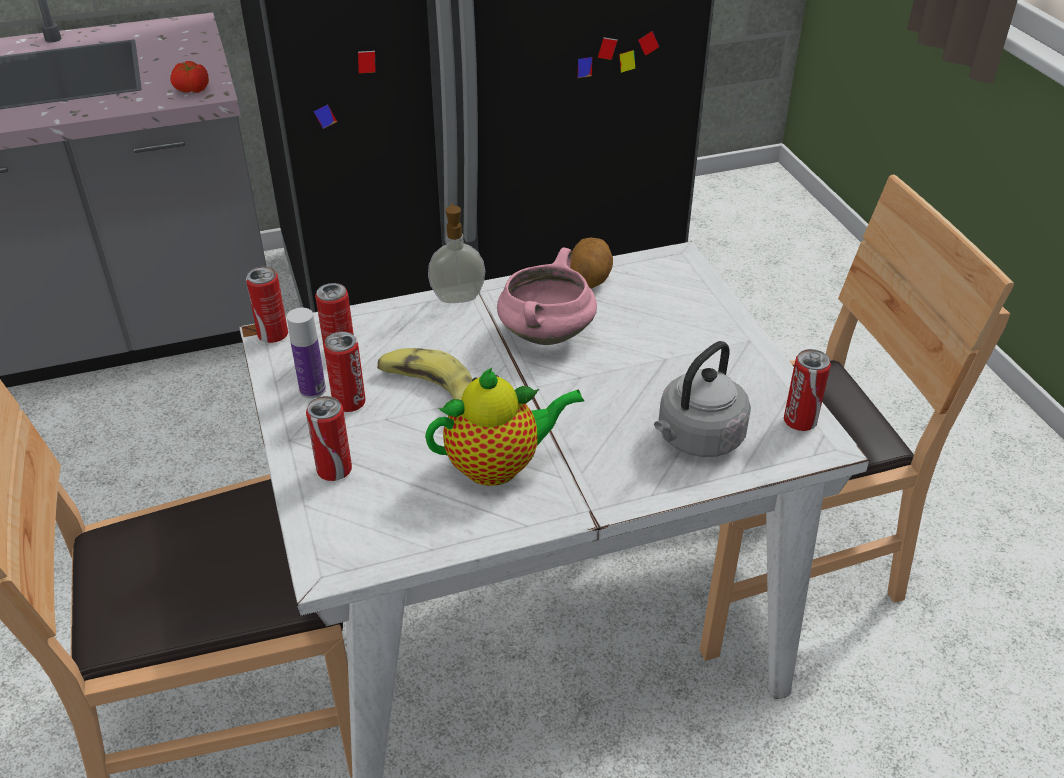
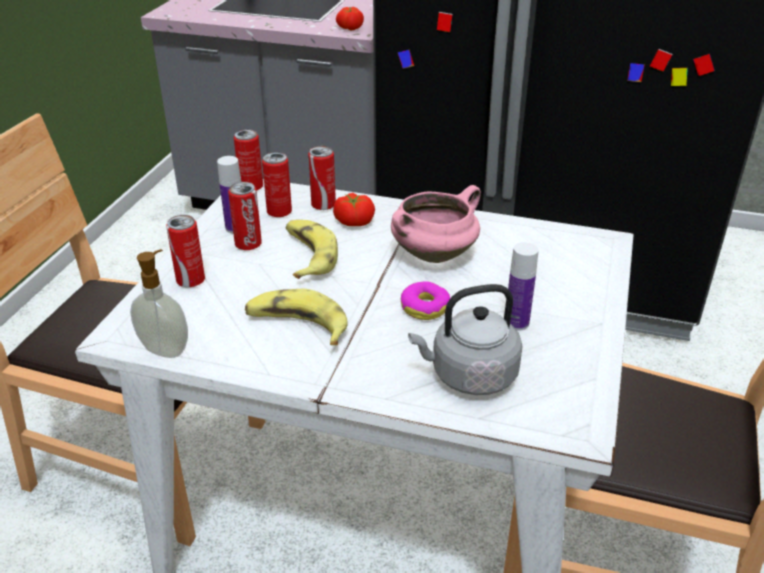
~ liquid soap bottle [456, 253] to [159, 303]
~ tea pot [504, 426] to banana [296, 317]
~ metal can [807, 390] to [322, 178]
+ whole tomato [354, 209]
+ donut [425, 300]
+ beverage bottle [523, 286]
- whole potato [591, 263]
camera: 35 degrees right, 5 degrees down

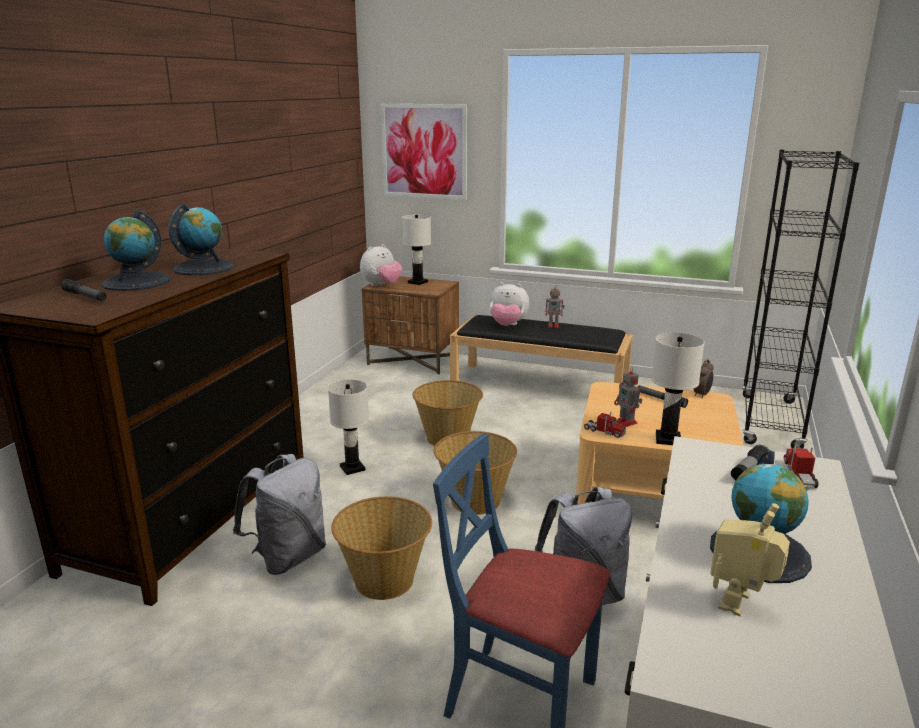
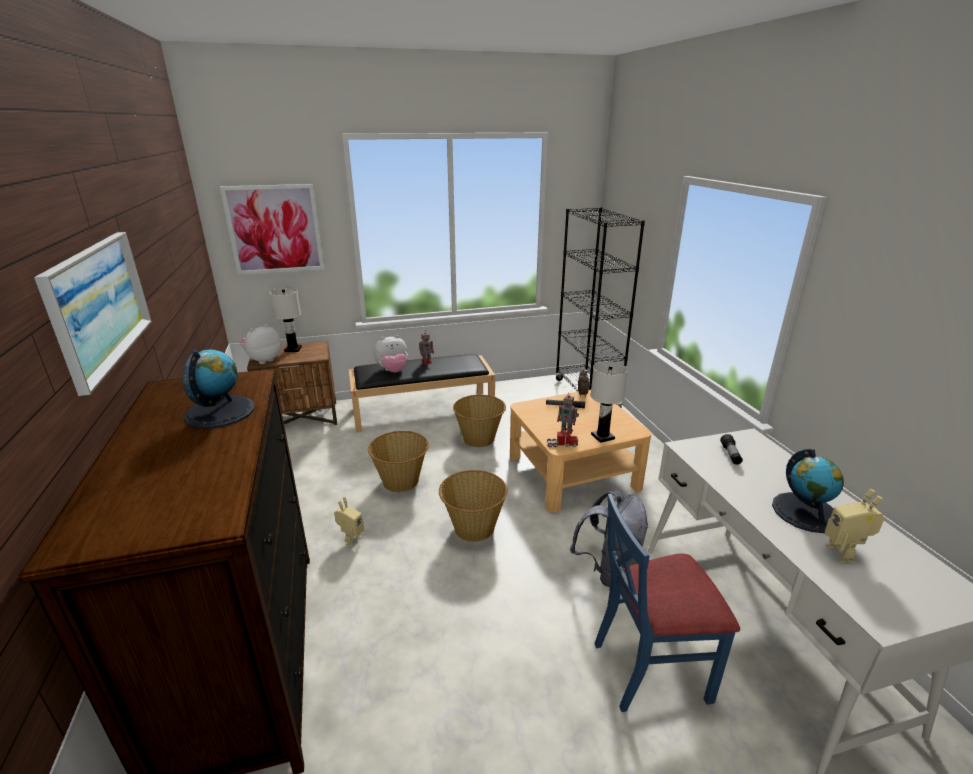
+ wall picture [93, 314]
~ cuddly toy [381, 265] = [260, 344] 150 degrees counterclockwise
~ white-coloured table lamp [348, 427] to model robot [349, 522]
~ basket [381, 548] to [479, 421]
- hand torch [84, 290]
- globe [135, 250]
- grey rucksack [279, 514]
- toy lorry [801, 467]
camera: 35 degrees left, 5 degrees up

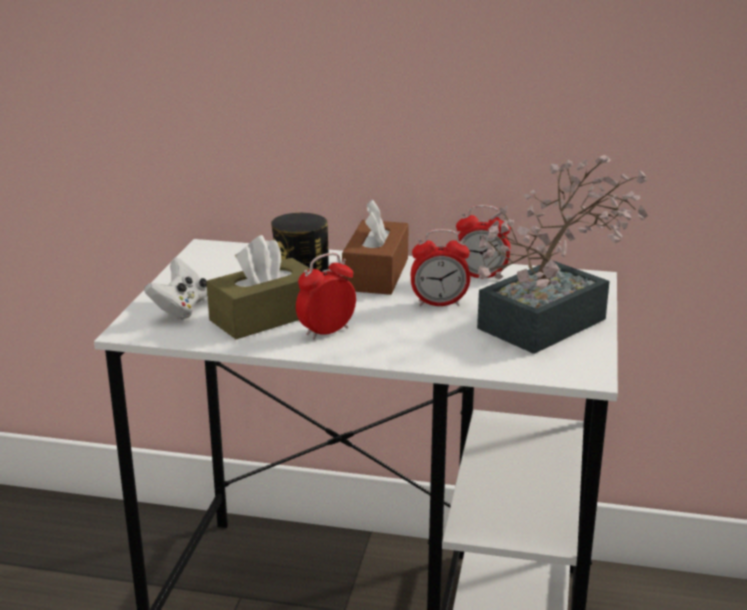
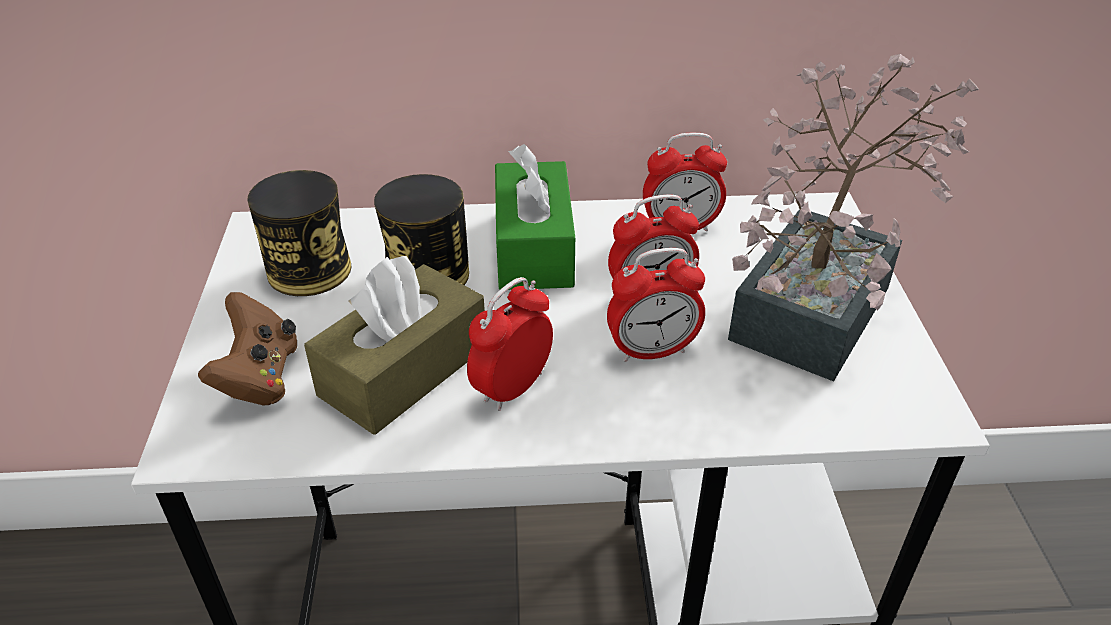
~ white-coloured gamepad [175, 289] to brownish gamepad [247, 348]
+ metal can [299, 233]
~ brownish tissue box [375, 247] to green-coloured tissue box [535, 217]
+ bedside clock [656, 305]
camera: 15 degrees left, 15 degrees up

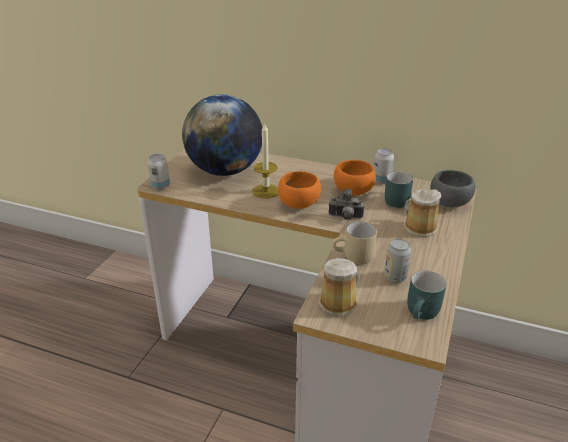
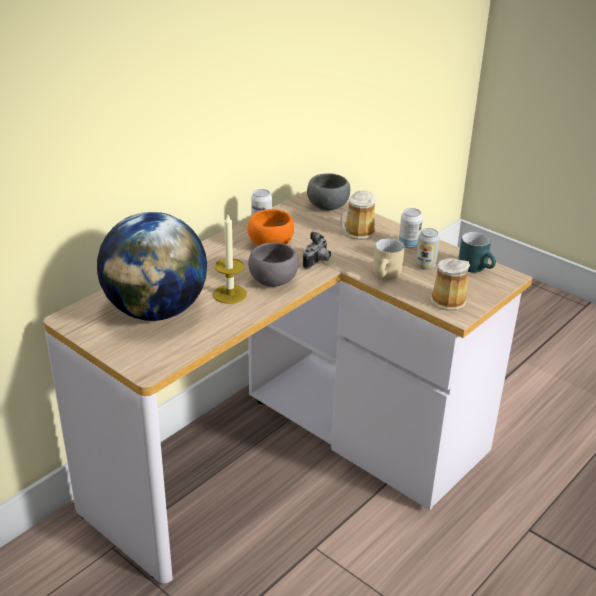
~ orange-coloured bowl [299, 190] to grey bowl [273, 264]
~ metal can [159, 172] to [411, 228]
- turquoise-coloured tea mug [399, 190]
camera: 70 degrees left, 0 degrees up

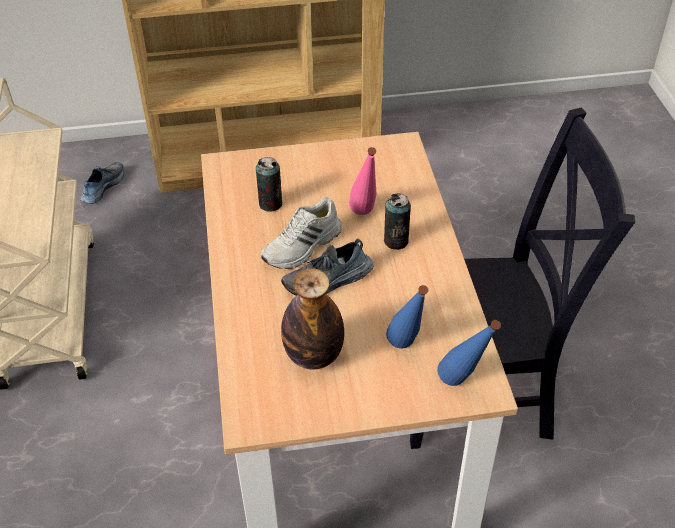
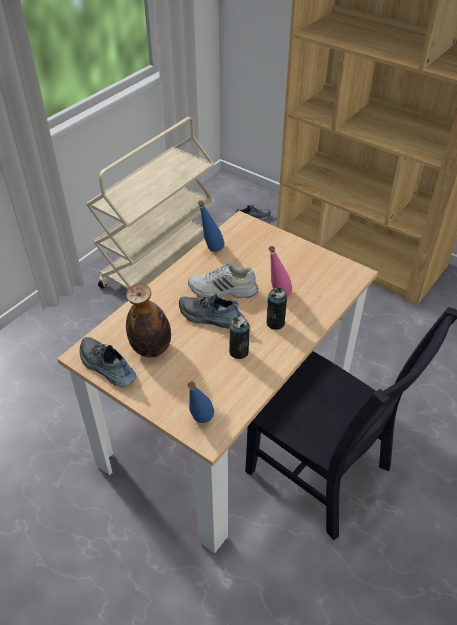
+ item of footwear [108, 362]
~ blue beverage bottle [407, 317] to [211, 226]
~ metal can [269, 184] to [239, 337]
camera: 45 degrees right, 0 degrees up

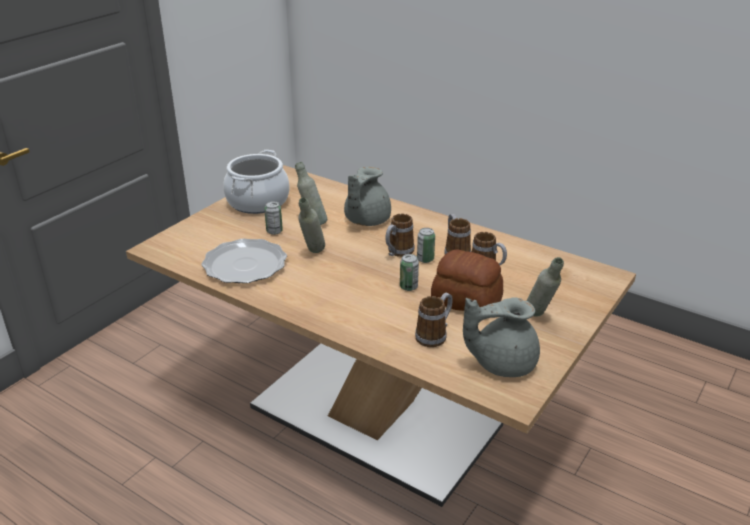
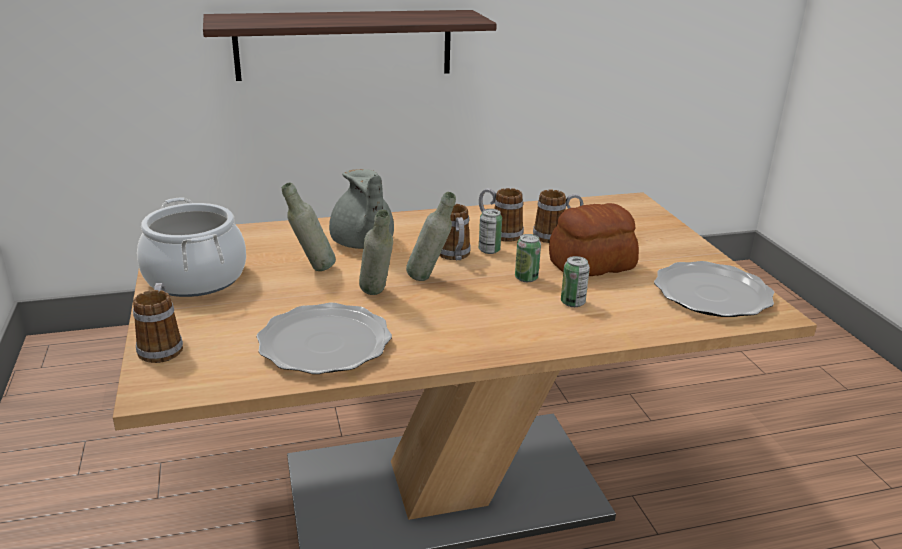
~ tea mug [434, 320] to [158, 323]
+ shelf [350, 45]
~ grey beverage bottle [545, 287] to [431, 236]
~ metal can [273, 218] to [575, 281]
~ grey tea pot [501, 337] to plate [714, 289]
camera: 50 degrees left, 5 degrees down

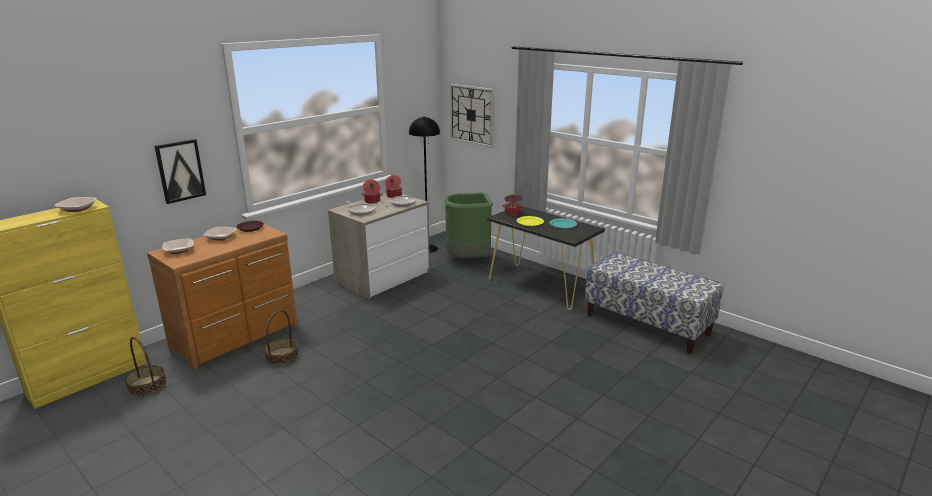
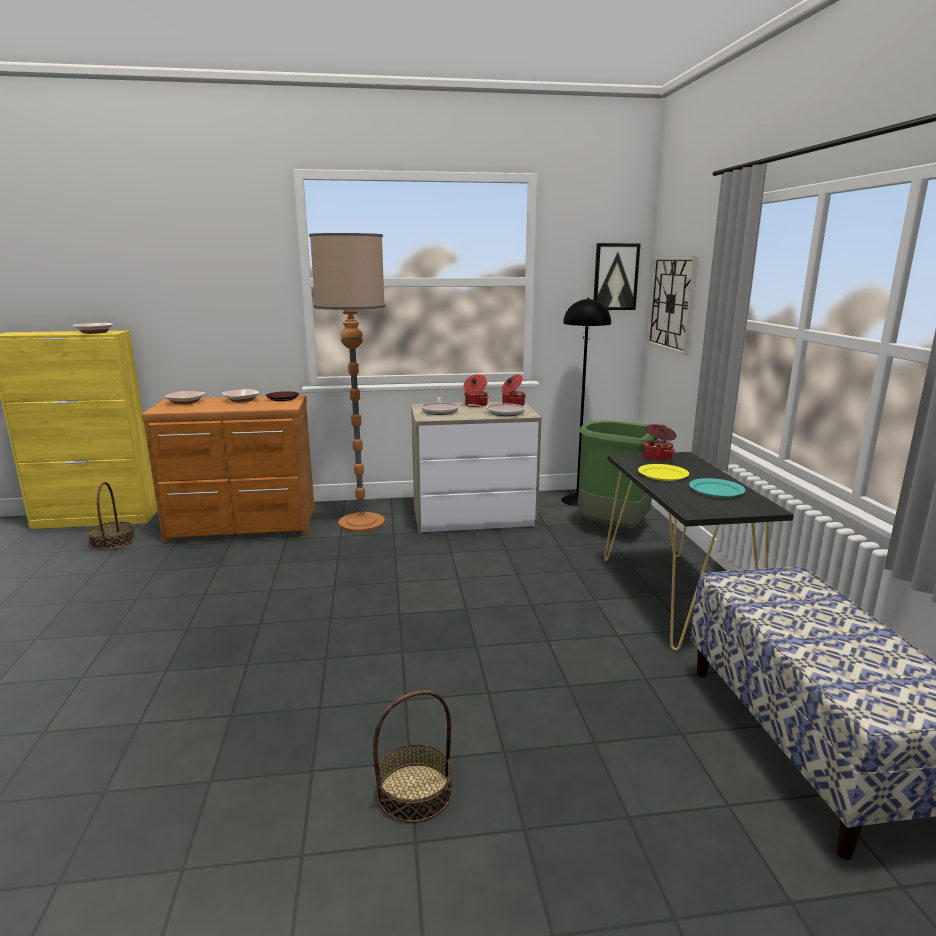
+ standing lamp [347, 382]
~ basket [281, 337] to [413, 756]
~ wall picture [180, 171] to [617, 276]
camera: 40 degrees right, 5 degrees down

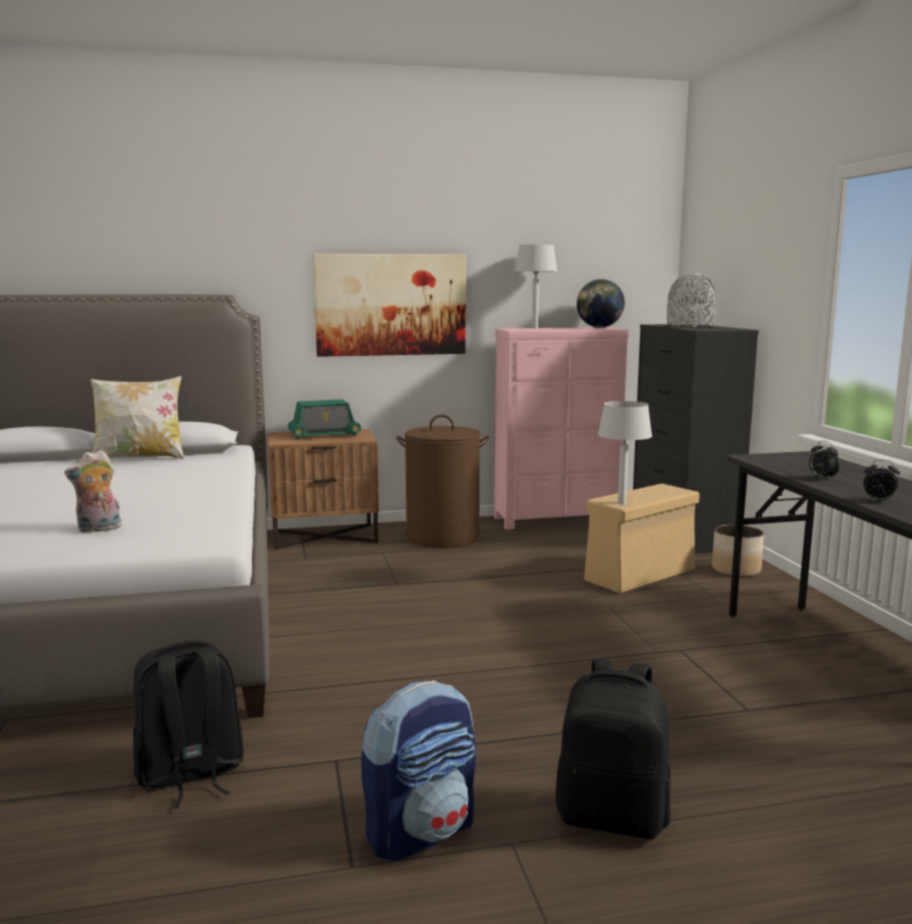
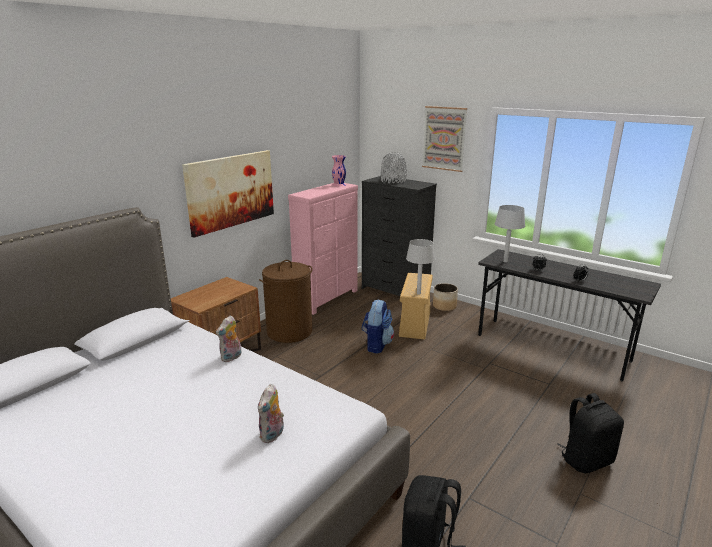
+ cuddly toy [229, 339]
~ globe [601, 303] to pinkish decorative vase [339, 170]
~ rucksack [418, 770] to [378, 327]
+ wall picture [444, 139]
~ grey table lamp [536, 287] to [510, 233]
- cushion [137, 417]
- radio receiver [324, 419]
camera: 40 degrees left, 10 degrees up

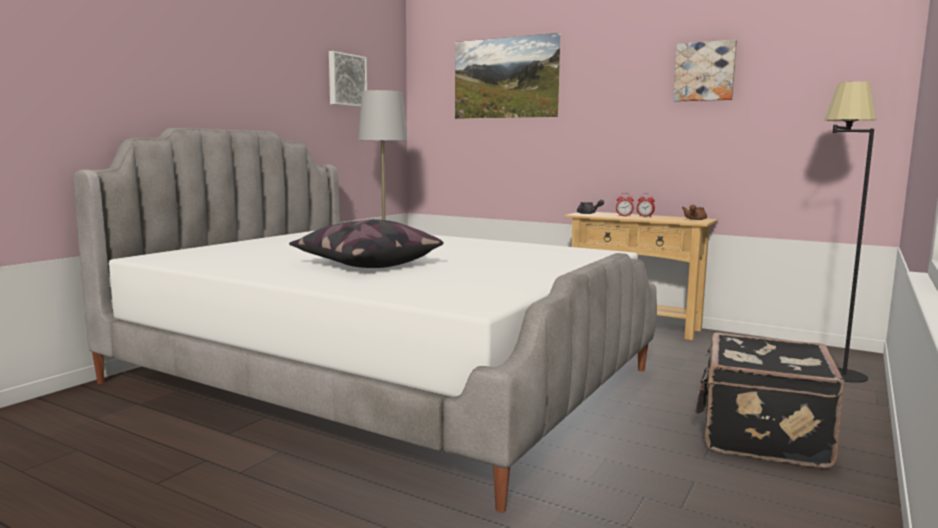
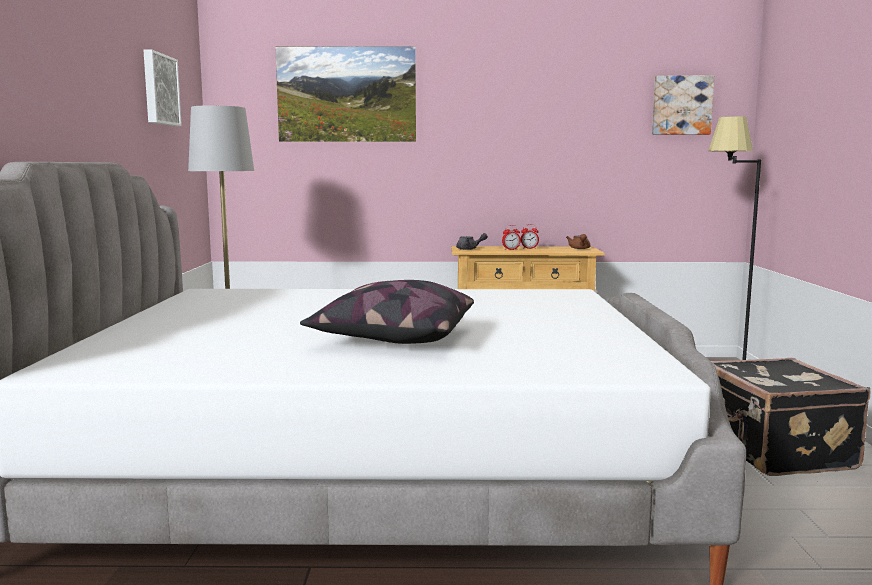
~ wall picture [705, 71] to [683, 105]
camera: 30 degrees left, 0 degrees up

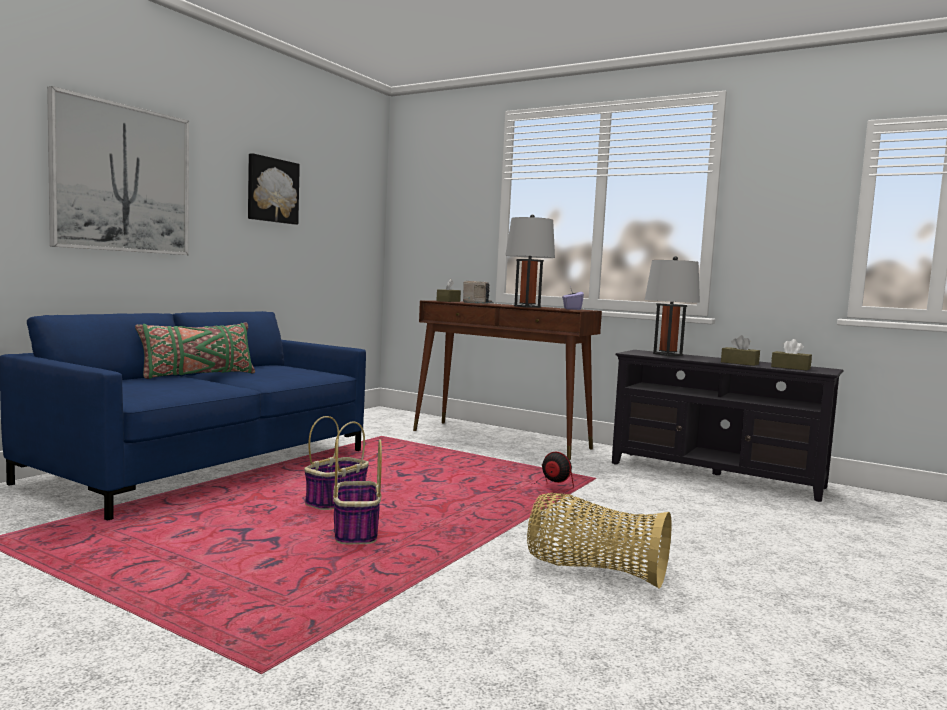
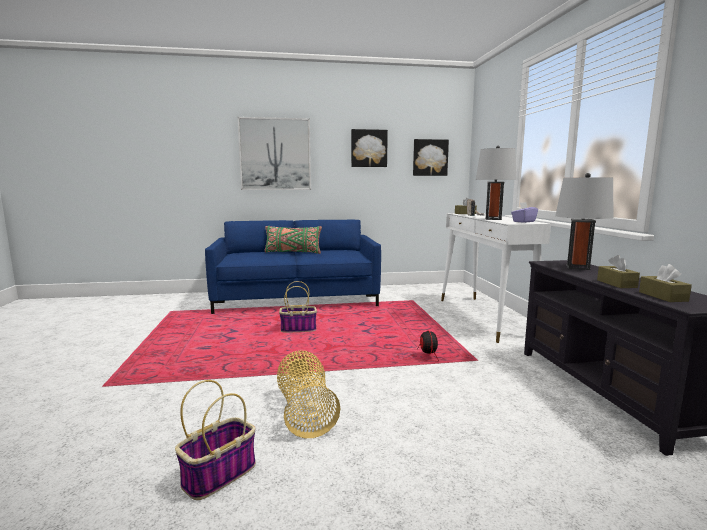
~ basket [357, 491] to [215, 440]
+ wall picture [431, 157]
~ brownish console table [507, 380] to white-coloured console table [496, 278]
camera: 50 degrees right, 5 degrees up

